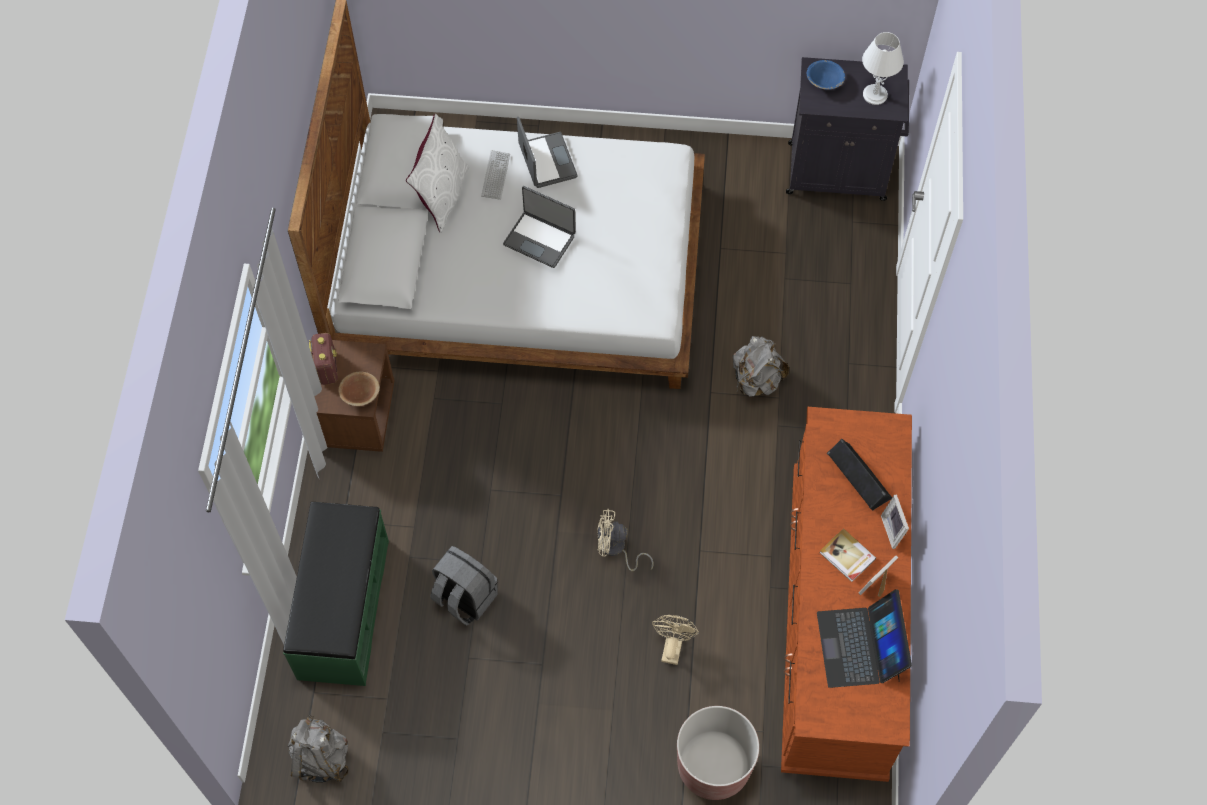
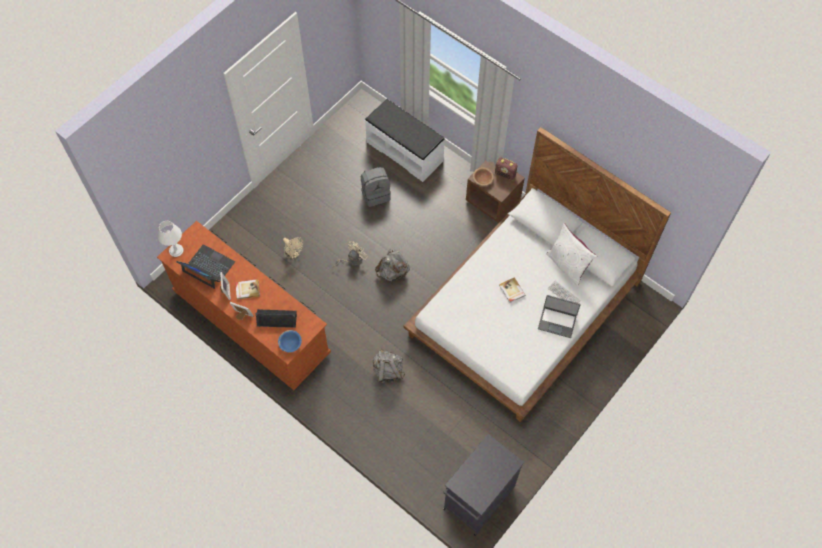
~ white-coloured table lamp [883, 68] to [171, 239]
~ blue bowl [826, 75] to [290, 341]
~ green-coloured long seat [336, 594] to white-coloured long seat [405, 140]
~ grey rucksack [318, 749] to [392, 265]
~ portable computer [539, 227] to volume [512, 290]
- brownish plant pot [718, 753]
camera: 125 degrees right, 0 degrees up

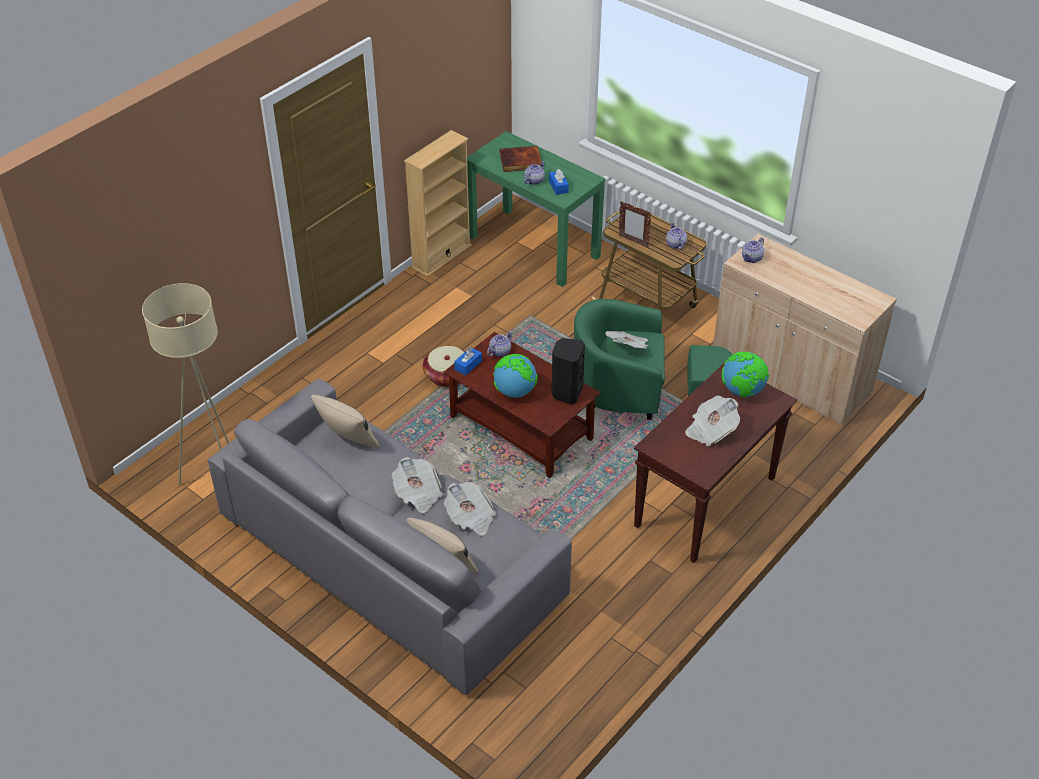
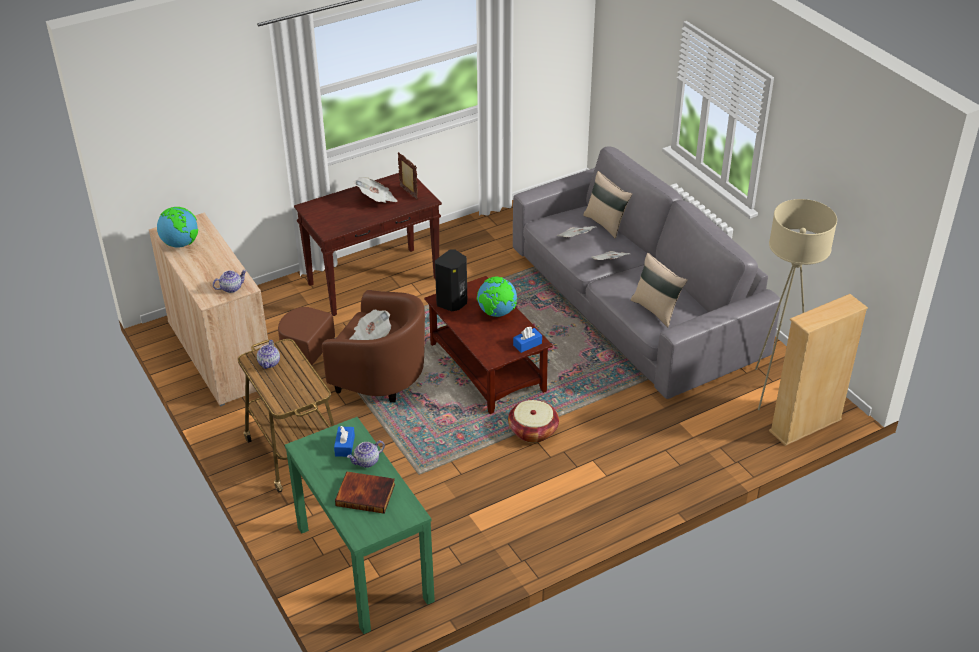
~ globe [745, 374] to [177, 227]
~ green-coloured easy chair [653, 359] to brownish easy chair [351, 346]
~ photo frame [635, 224] to [408, 176]
~ beige-coloured bookshelf [438, 203] to [818, 370]
- tea pot [500, 344]
camera: 160 degrees left, 5 degrees down

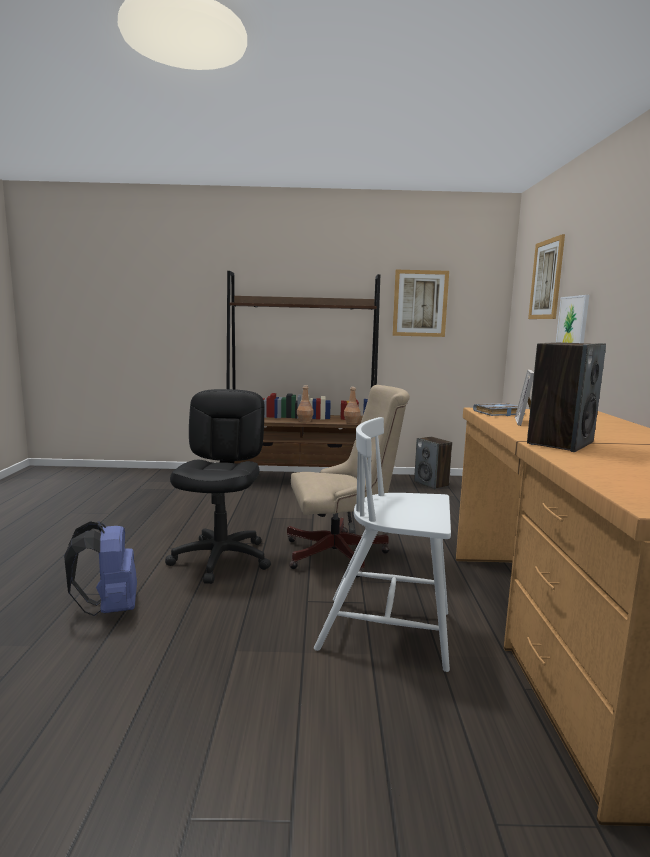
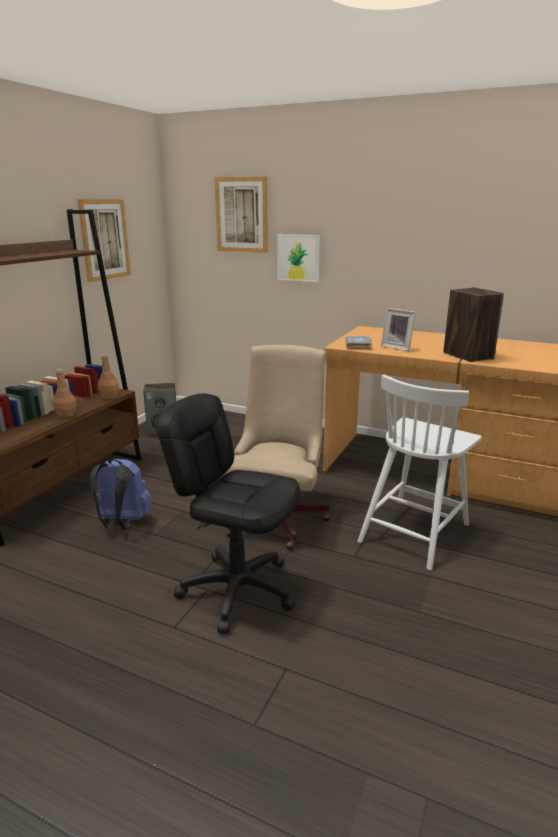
~ blue rucksack [100, 568] to [121, 494]
camera: 65 degrees left, 10 degrees up

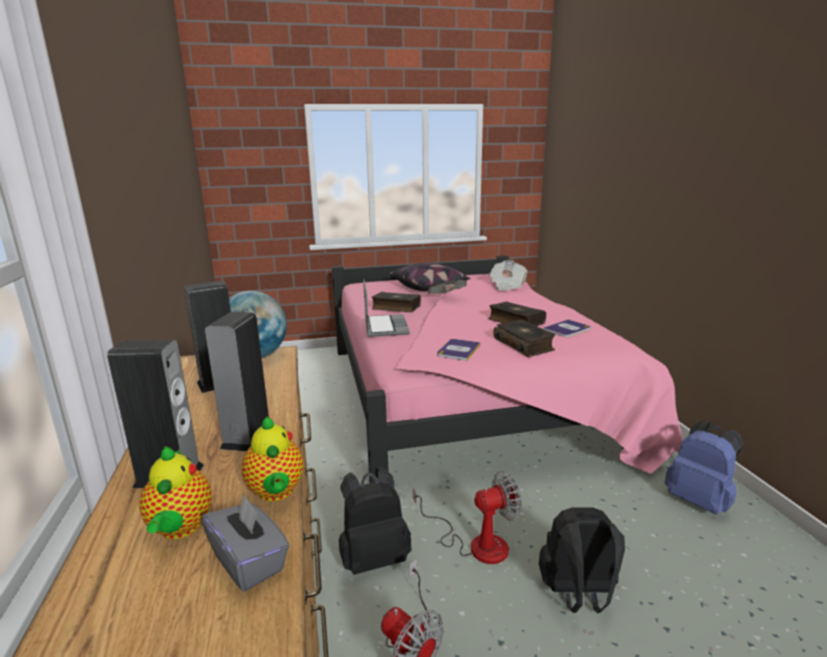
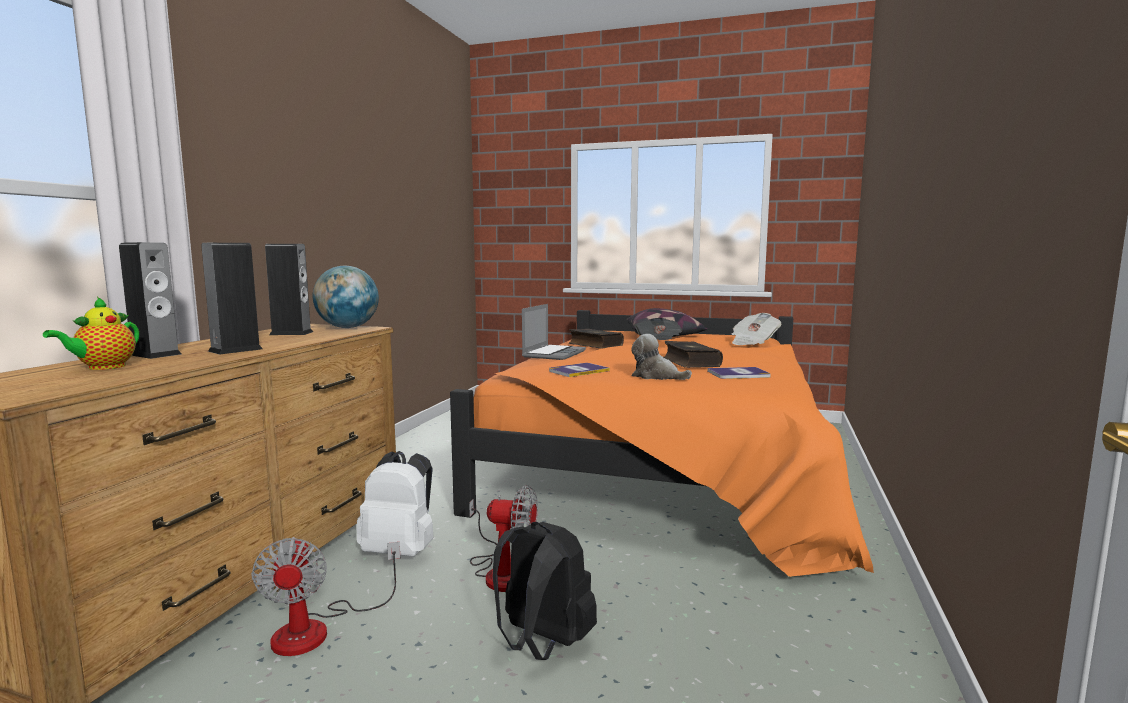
~ blackish rucksack [375, 521] to white-coloured rucksack [395, 504]
~ pinkish sleeping bed [507, 369] to orange-coloured sleeping bed [662, 443]
~ volume [524, 338] to cuddly toy [661, 357]
- grey tissue box [246, 543]
- tea pot [272, 459]
- blue rucksack [704, 467]
camera: 30 degrees right, 10 degrees down

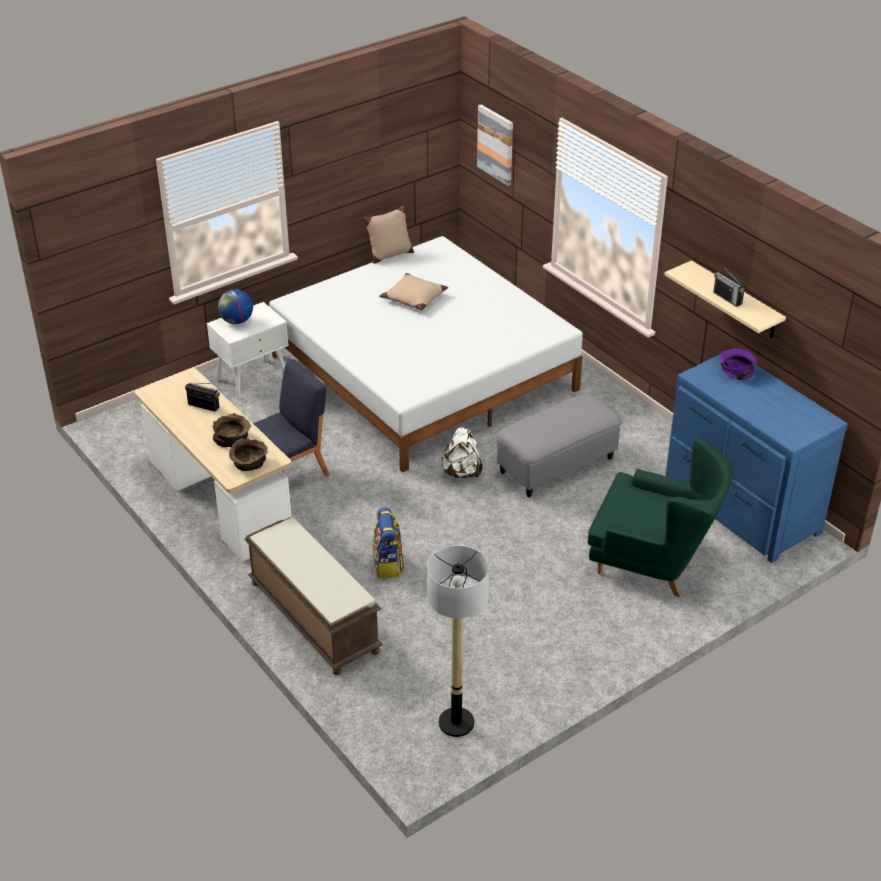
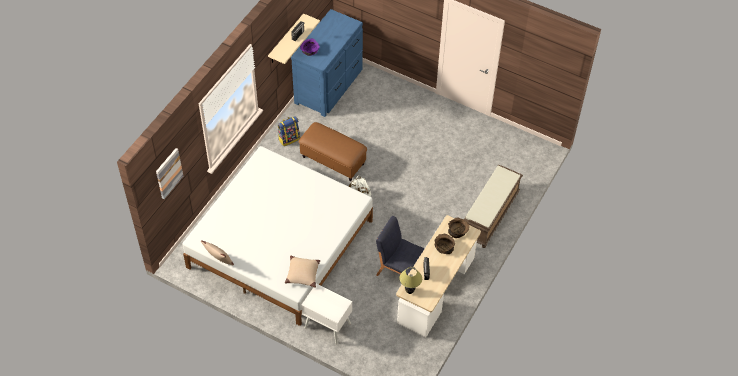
~ rucksack [388, 542] to [289, 131]
~ beige-coloured cushion [413, 292] to [302, 272]
~ grey pouffe [559, 445] to brownish pouffe [333, 151]
+ table lamp [410, 280]
- globe [235, 306]
- standing lamp [458, 641]
- green-coloured easy chair [660, 517]
camera: 115 degrees left, 15 degrees up

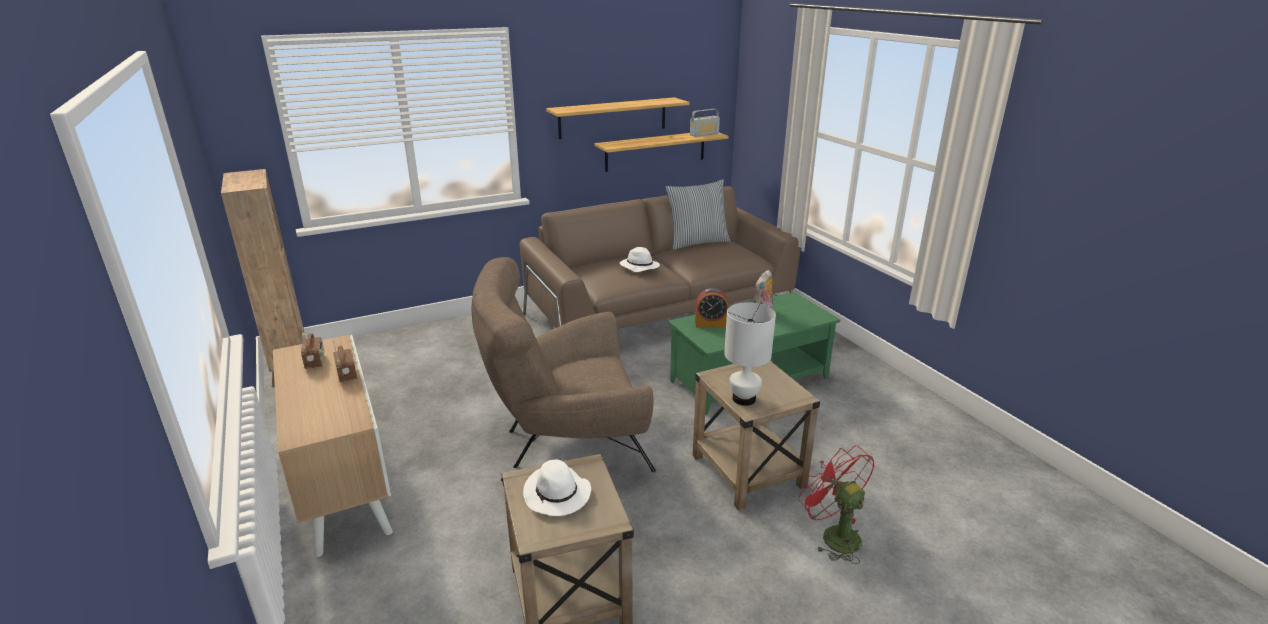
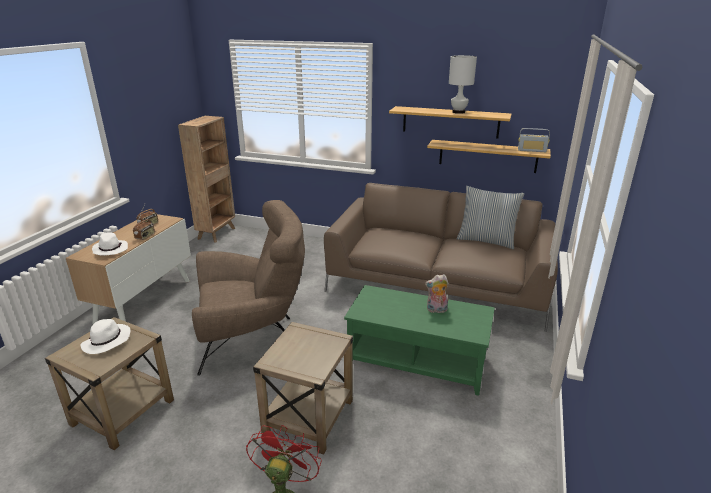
~ white-coloured wearable hat [640, 259] to [110, 244]
~ brownish easy chair [564, 364] = [248, 288] 135 degrees clockwise
~ white-coloured table lamp [750, 354] to [463, 84]
- bedside clock [712, 308]
camera: 45 degrees right, 0 degrees up

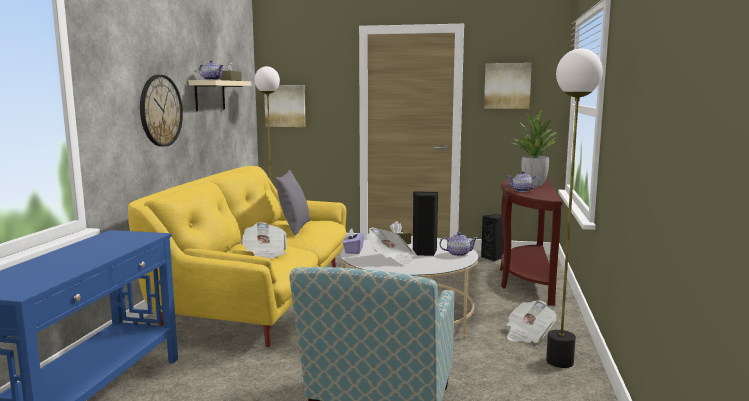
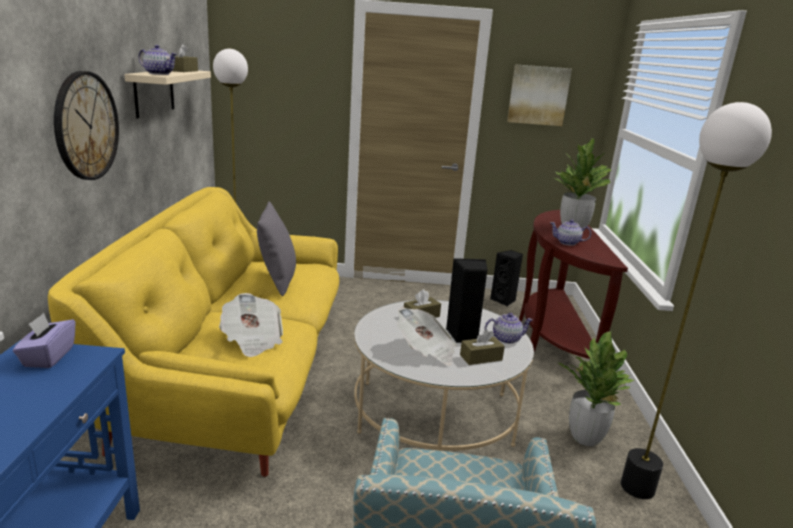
~ purplish tissue box [353, 241] to [44, 340]
+ brownish tissue box [482, 347]
~ daily paper [531, 321] to plant in a pot [596, 388]
- wall picture [285, 106]
camera: 10 degrees left, 10 degrees up

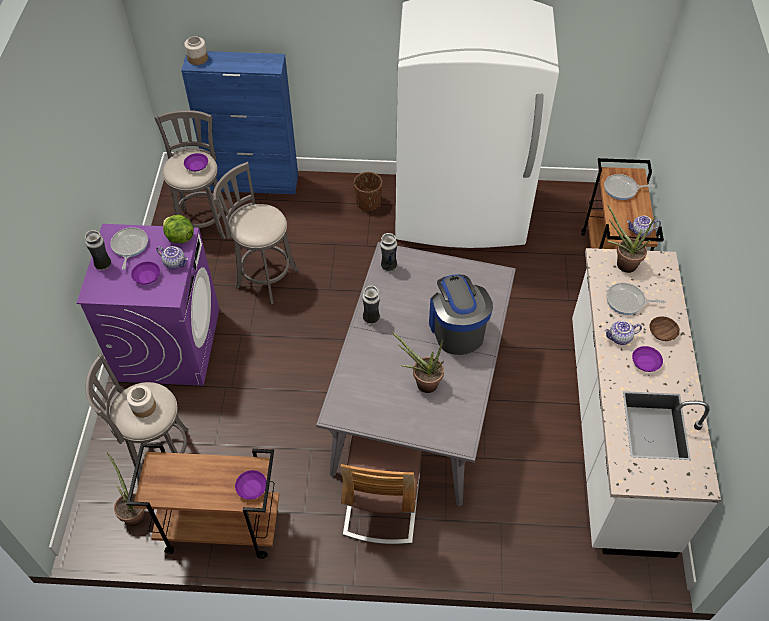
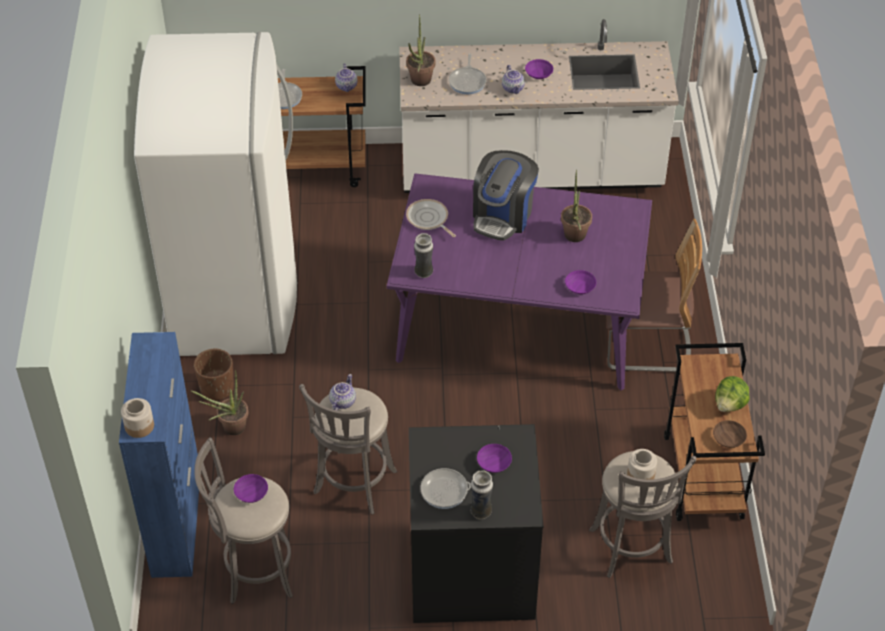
~ plant in a pot [126, 489] to [220, 402]
~ tea pot [172, 257] to [342, 392]
~ grey kitchen table [416, 374] to purplish kitchen table [519, 281]
+ pan [431, 218]
~ purplish laundry machine [148, 305] to blackish laundry machine [476, 523]
~ coffee brewer [461, 315] = [506, 195] 45 degrees counterclockwise
~ purplish bowl [251, 485] to [580, 282]
~ brownish bowl [664, 328] to [730, 434]
~ lettuce [178, 229] to [732, 394]
- decorative vase [371, 304]
camera: 95 degrees left, 5 degrees down

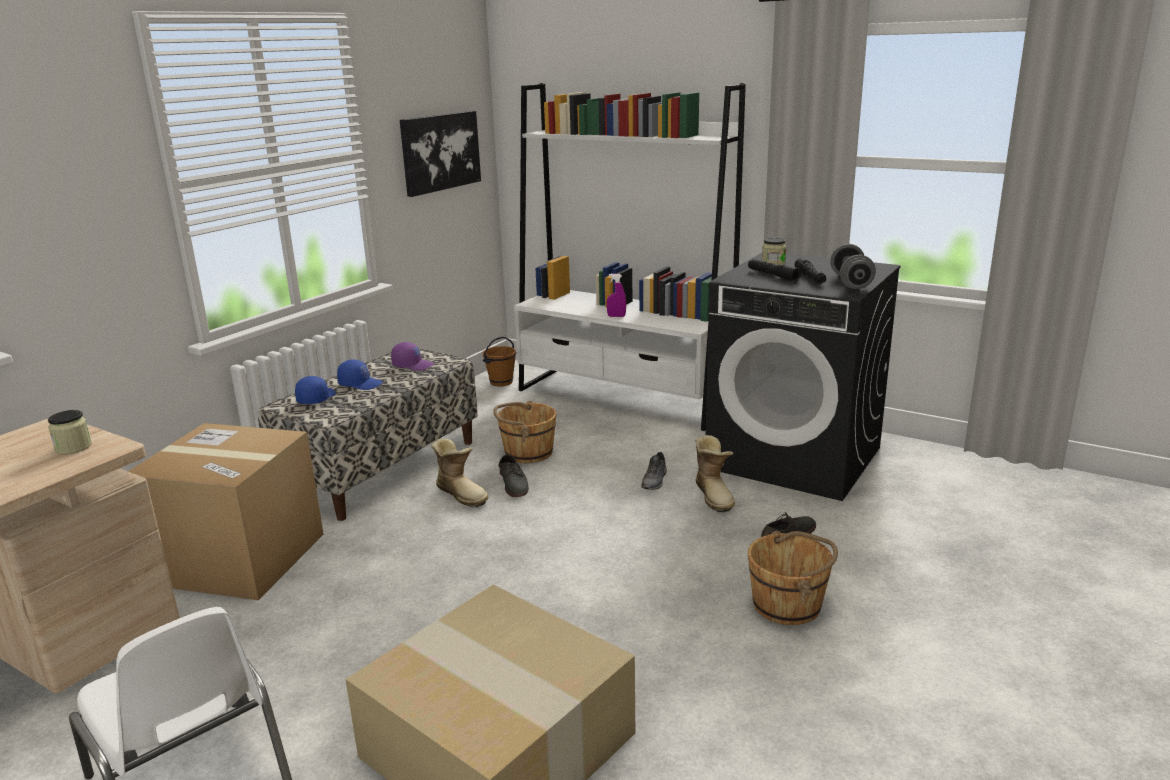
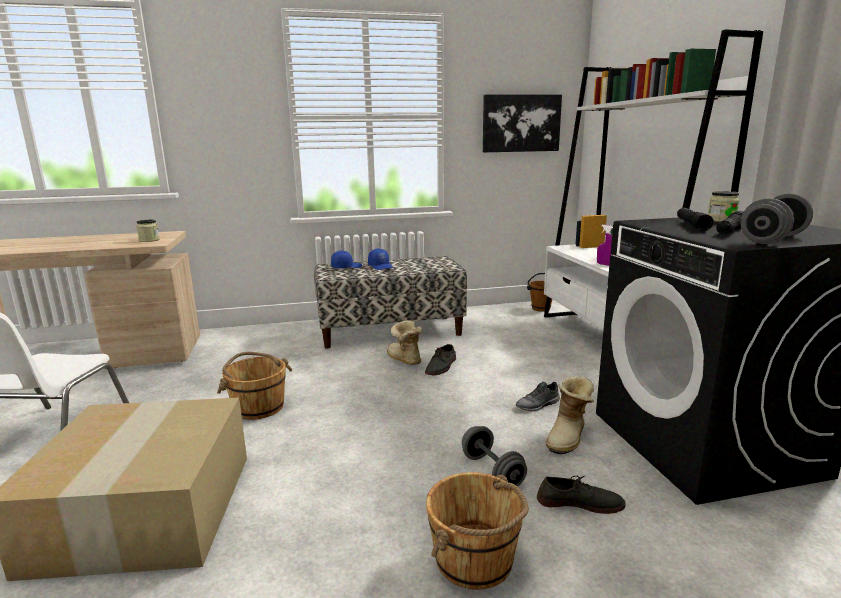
~ brownish pail [525, 432] to [254, 386]
~ tall boot [460, 472] = [404, 342] 150 degrees clockwise
+ grey hand weight [494, 456]
- cardboard box [226, 511]
- purplish peaked cap [412, 356]
camera: 45 degrees right, 5 degrees down

